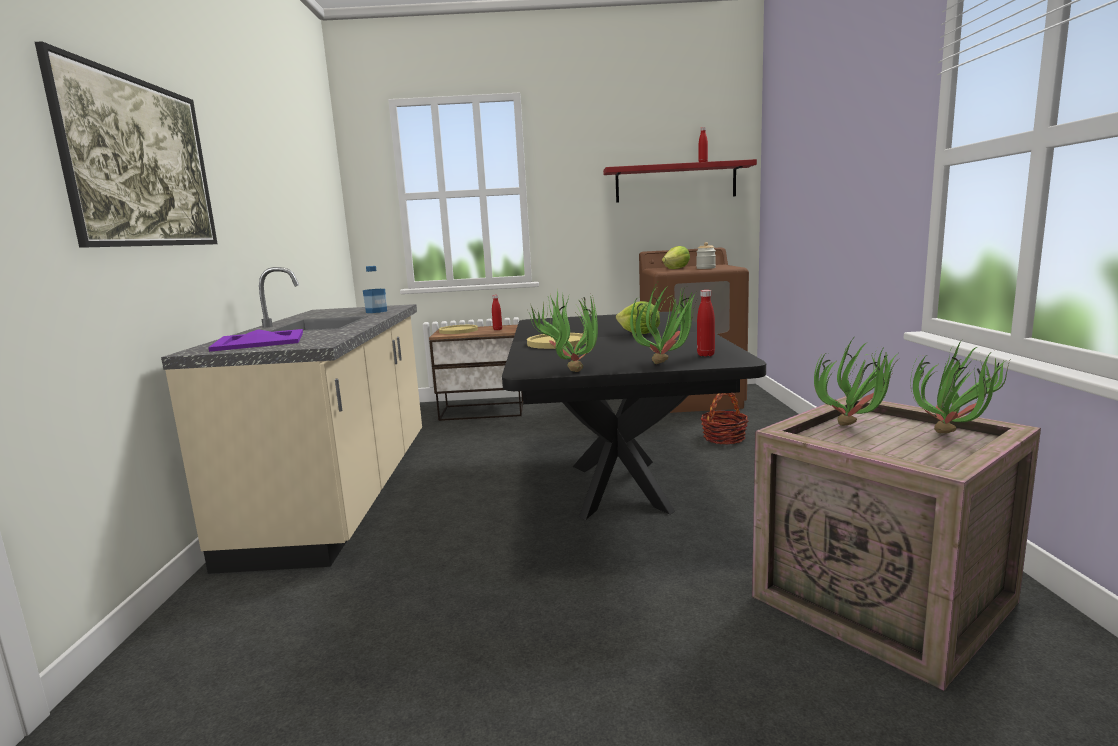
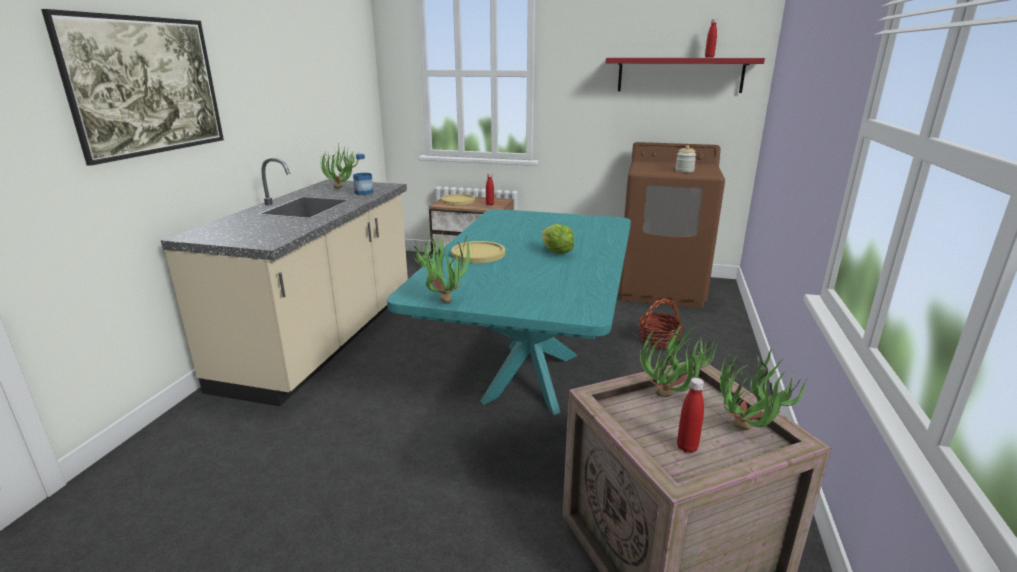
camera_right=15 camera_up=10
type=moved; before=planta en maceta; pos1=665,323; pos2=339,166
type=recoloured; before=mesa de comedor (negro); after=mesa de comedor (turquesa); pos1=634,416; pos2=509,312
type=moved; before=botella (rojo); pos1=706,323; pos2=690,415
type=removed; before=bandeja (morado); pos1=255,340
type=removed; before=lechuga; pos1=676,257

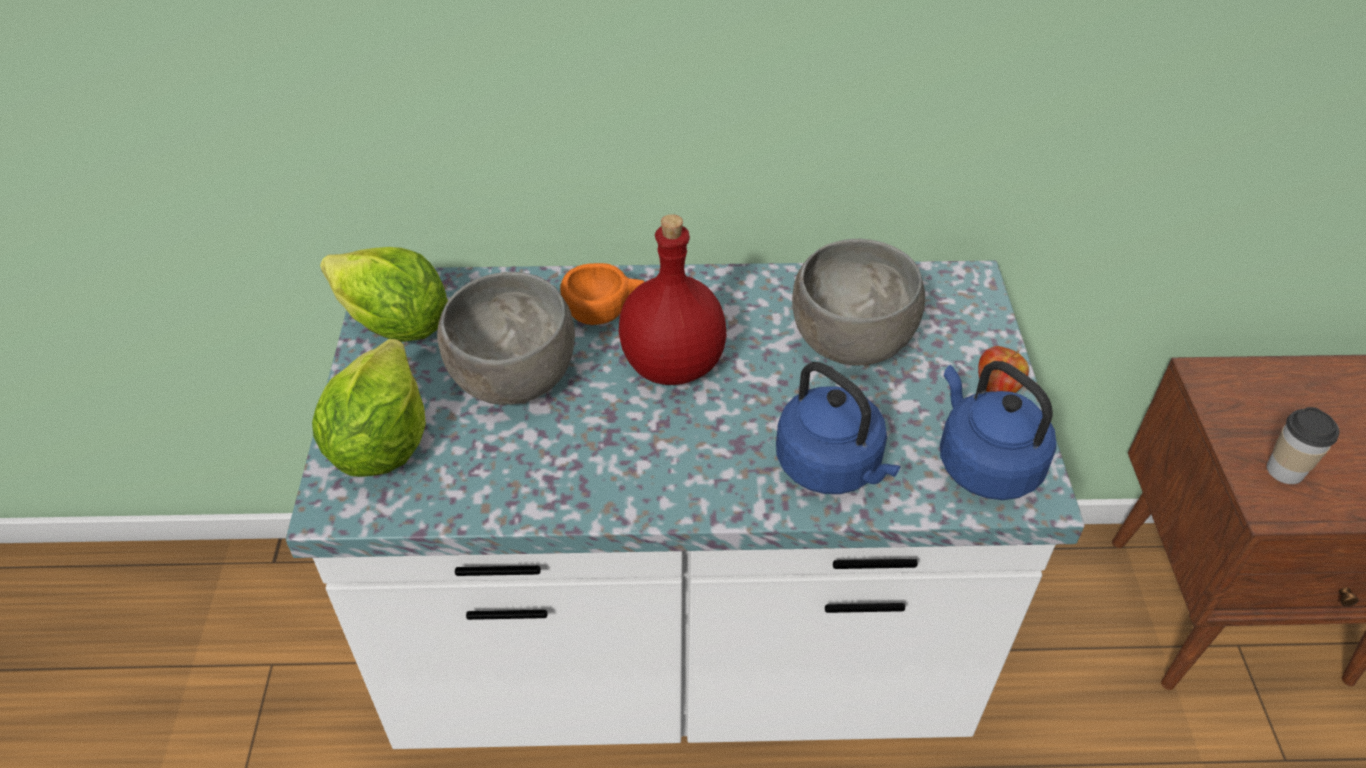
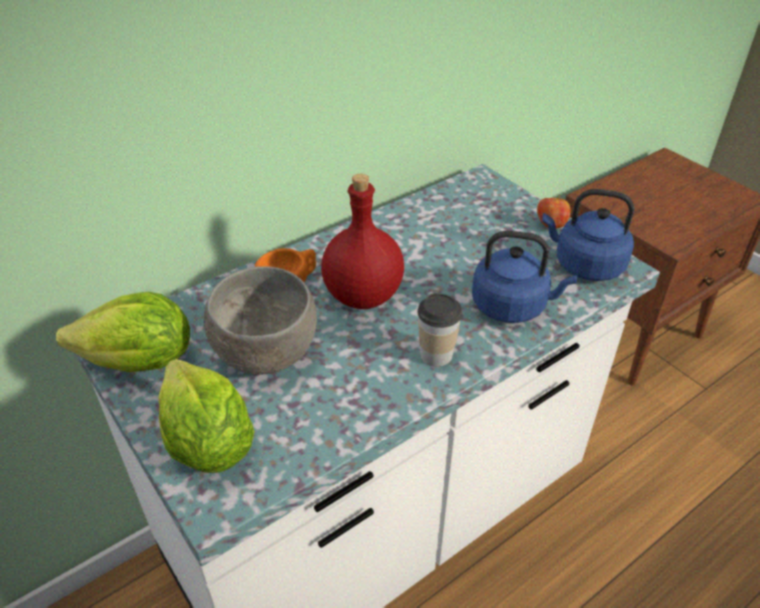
camera_right=-35 camera_up=-5
type=moved; before=taza; pos1=1303,445; pos2=439,330
type=removed; before=cuenco (gris); pos1=858,302

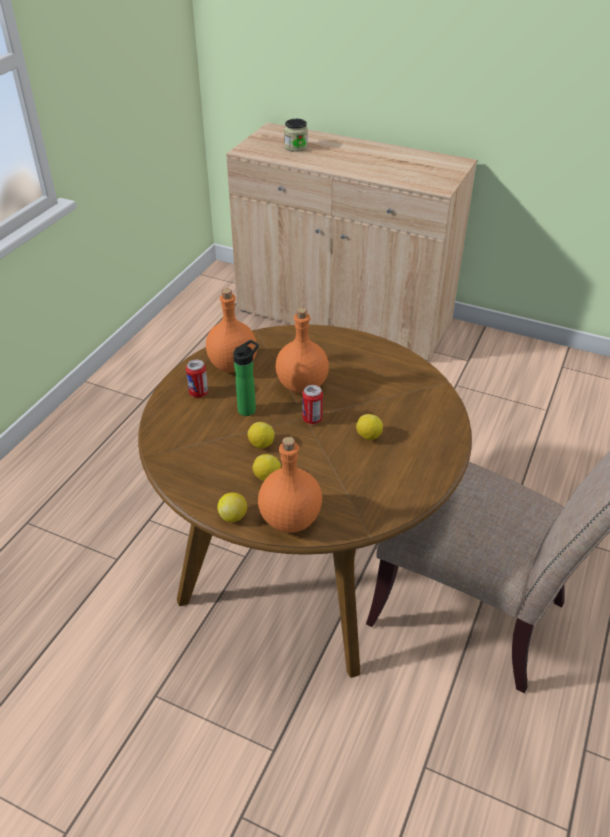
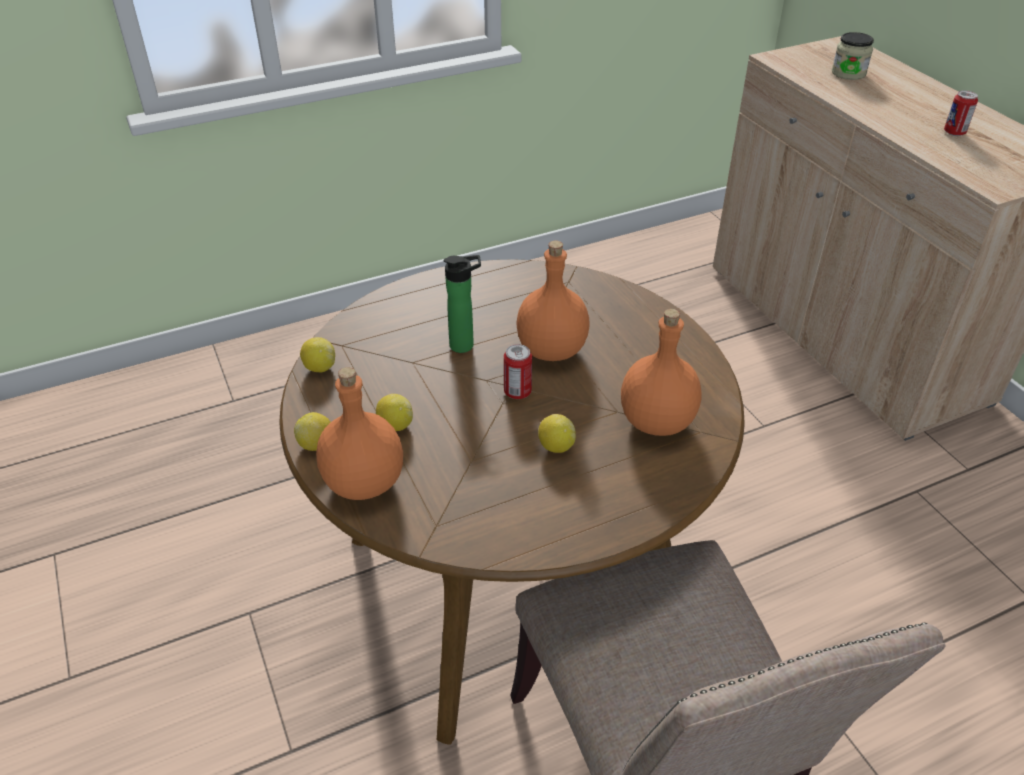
camera_right=40 camera_up=0
type=moved; before=limón; pos1=261,435; pos2=317,354
type=moved; before=botella (naranja); pos1=231,331; pos2=661,372
type=moved; before=lata; pos1=197,378; pos2=961,113

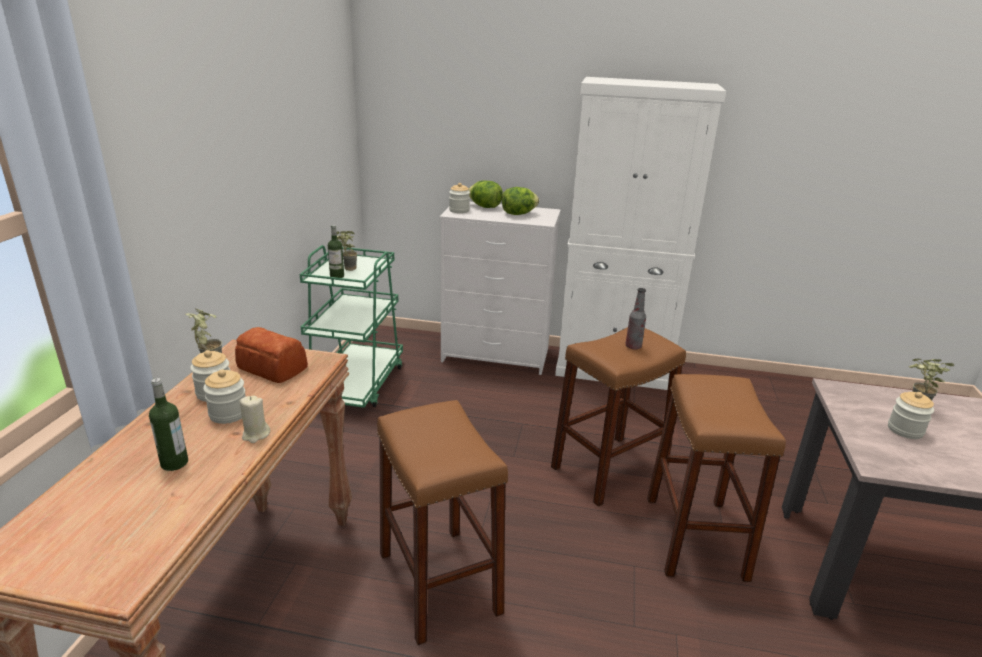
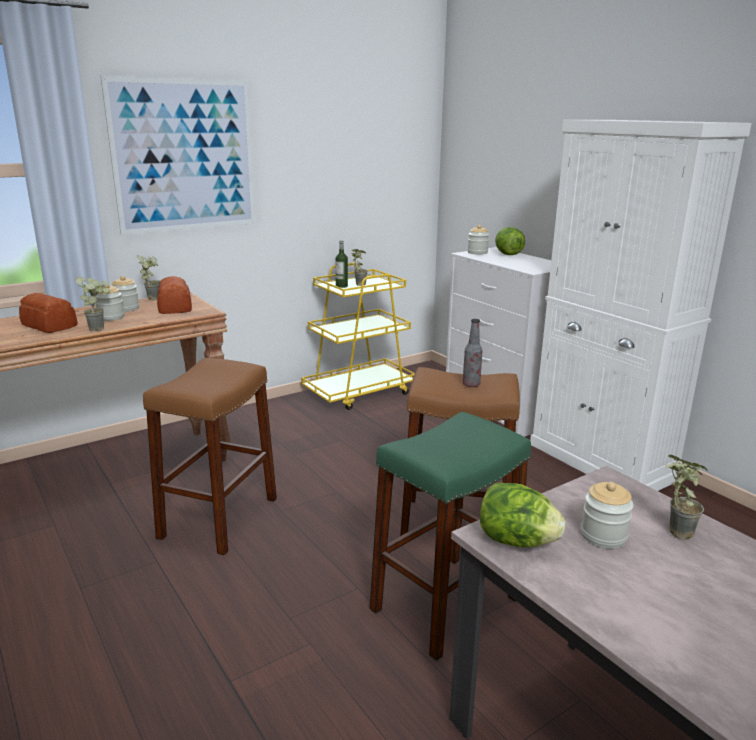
camera_right=45 camera_up=-5
type=replaced; before=botella; after=pan; pos1=168,424; pos2=48,313
type=replaced; before=vela (beis); after=planta en maceta; pos1=254,419; pos2=93,304
type=added; after=cuadro; pos2=178,155
type=recoloured; before=carrito (verde); after=carrito (amarillo); pos1=351,326; pos2=358,336
type=recoloured; before=taburete (marrón); after=taburete (verde); pos1=716,478; pos2=450,536
type=moved; before=lechuga; pos1=520,201; pos2=522,515

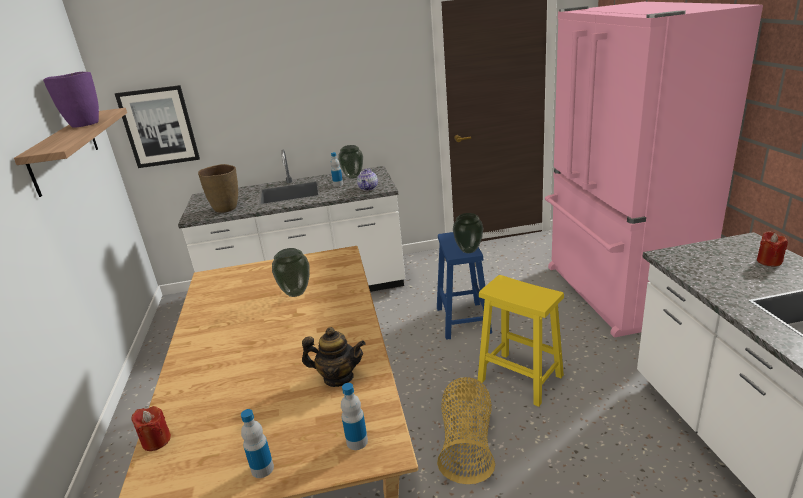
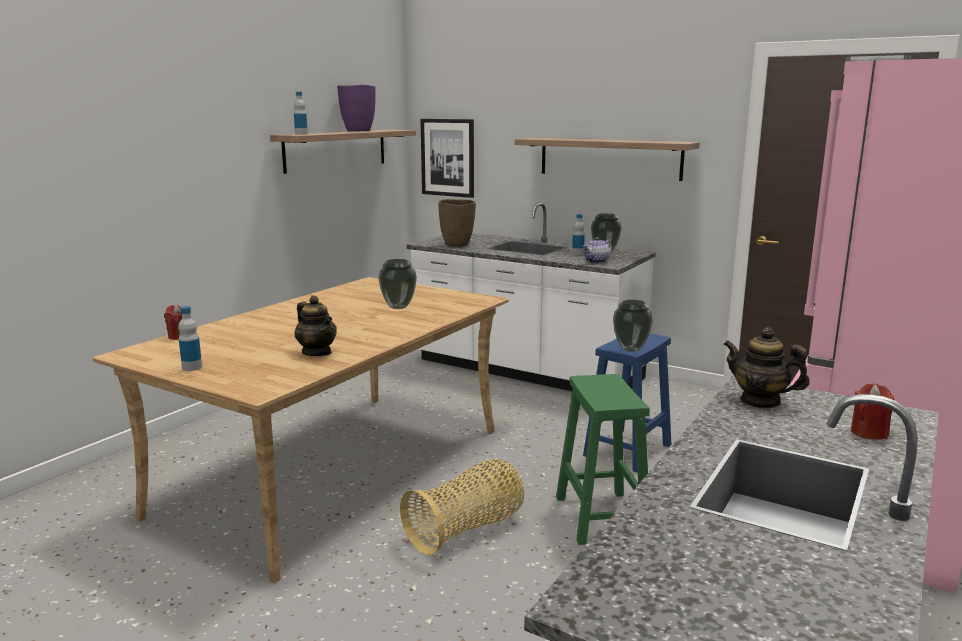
camera_right=40 camera_up=-10
type=moved; before=botella; pos1=354,416; pos2=301,113
type=added; after=estante; pos2=607,159
type=recoloured; before=taburete (amarillo); after=taburete (verde); pos1=521,341; pos2=603,459
type=added; after=tetera; pos2=766,368

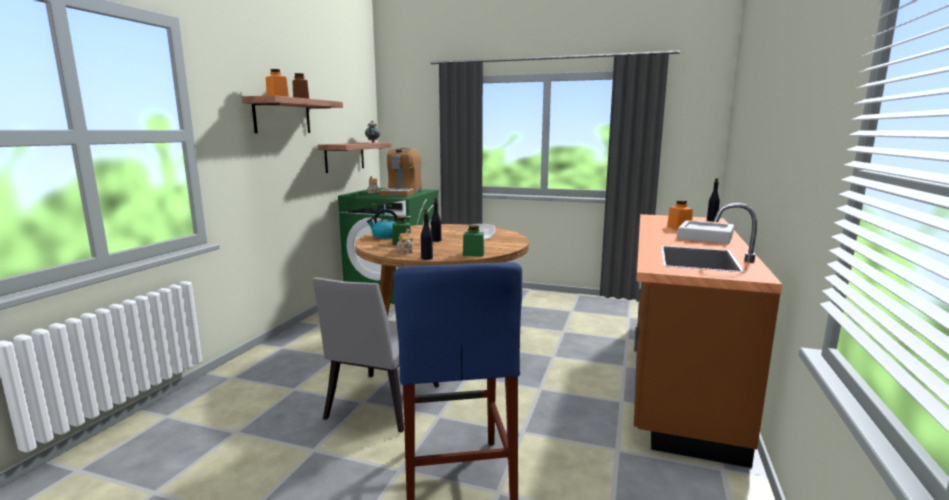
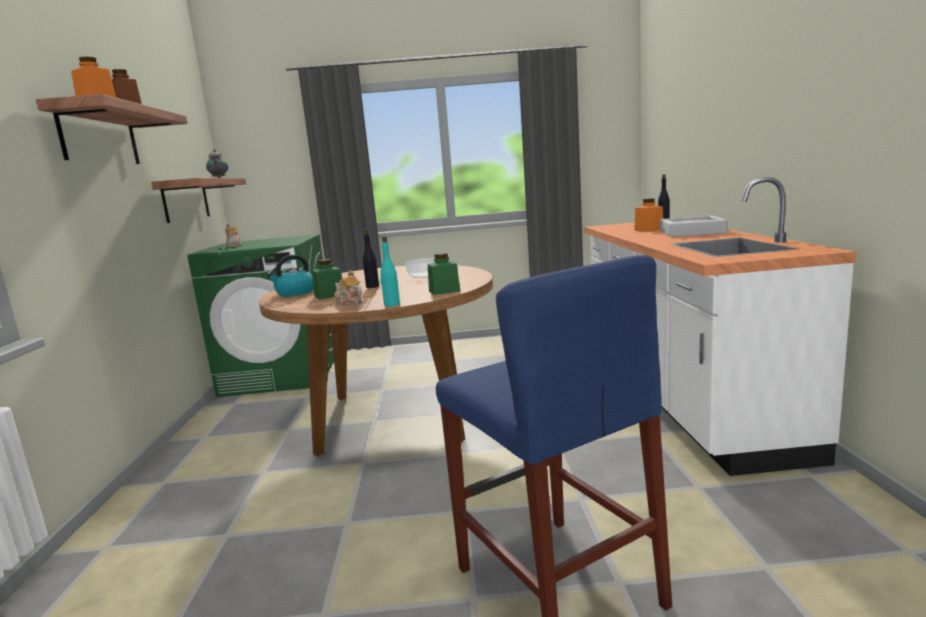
camera_right=-20 camera_up=0
type=recoloured; before=botella (negro); after=botella (turquesa); pos1=427,234; pos2=390,271
type=recoloured; before=mueble bajo de cocina (marrón); after=mueble bajo de cocina (blanco); pos1=708,335; pos2=720,326
type=removed; before=silla (gris); pos1=375,355
type=removed; before=cafetera; pos1=401,172

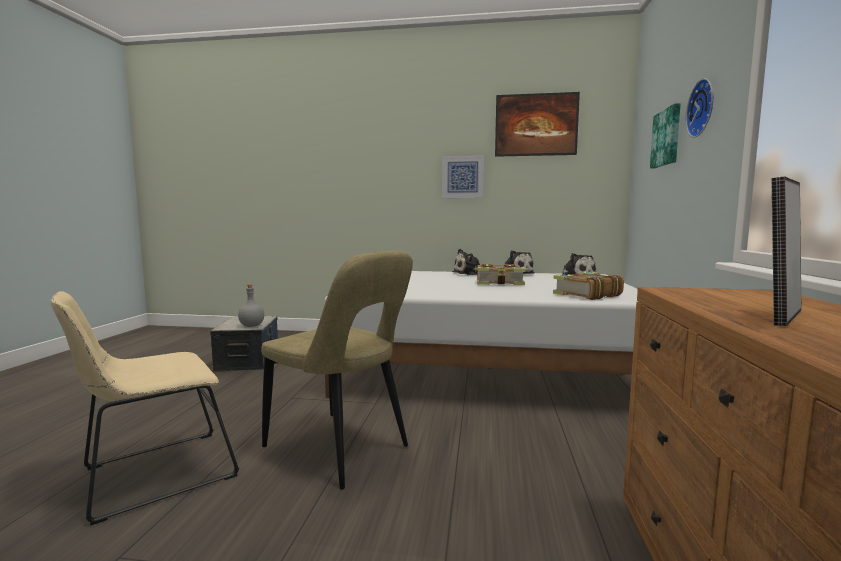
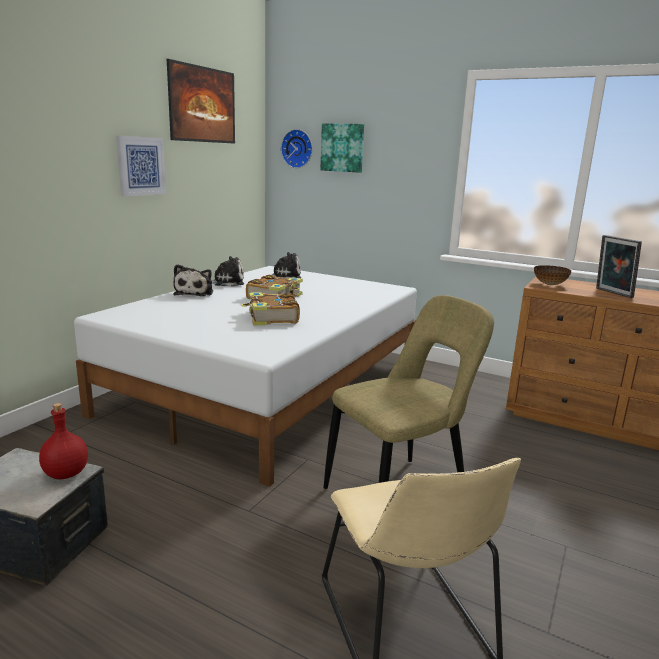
camera_right=-70 camera_up=10
type=recoloured; before=botella (gris); after=botella (rojo); pos1=251,305; pos2=63,441
type=moved; before=libro; pos1=588,286; pos2=270,309
type=moved; before=reloj de pared; pos1=699,108; pos2=296,148
type=added; after=cuenco; pos2=552,275

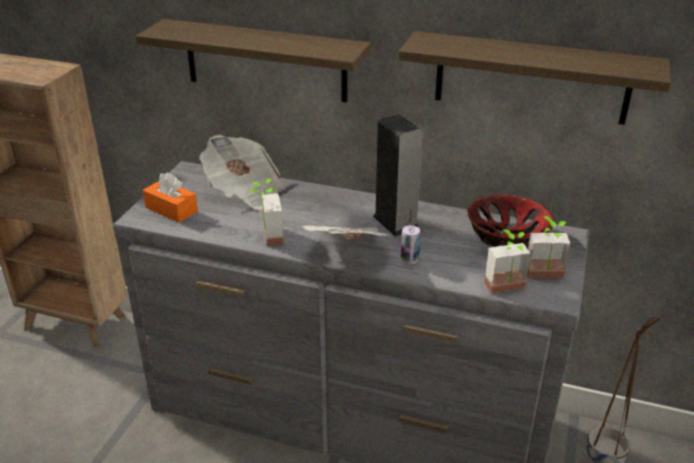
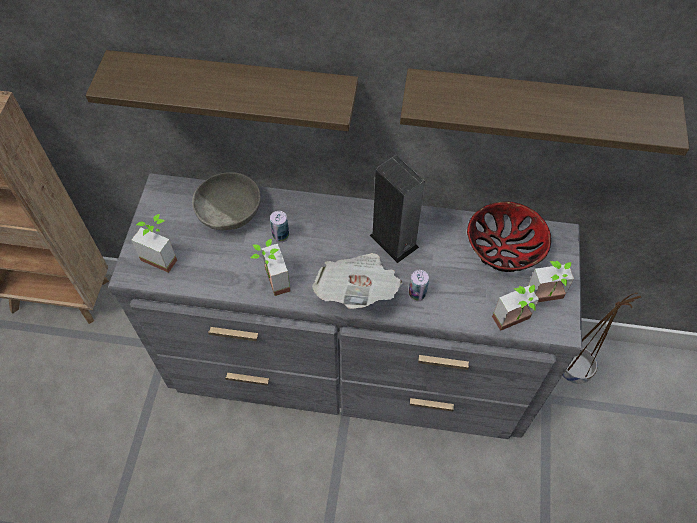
camera_right=-10 camera_up=25
type=replaced; before=caja de pañuelos (naranja); after=planta en maceta; pos1=170,197; pos2=154,243
type=replaced; before=periódico; after=cuenco (gris); pos1=241,172; pos2=226,201
type=added; after=lata; pos2=279,227

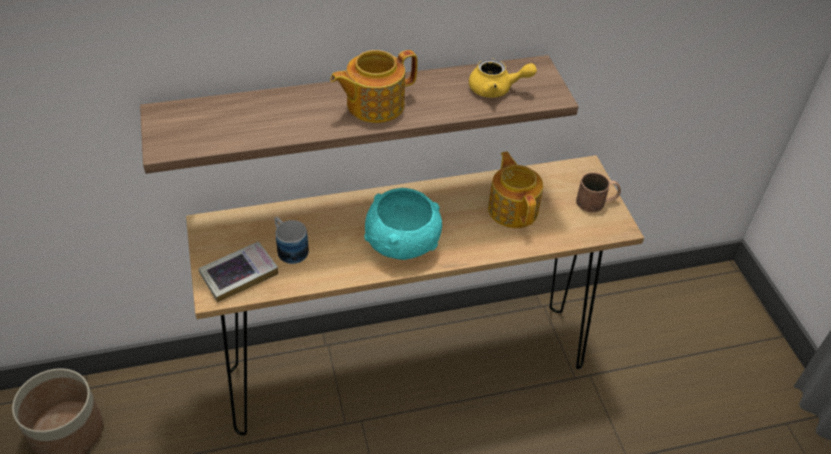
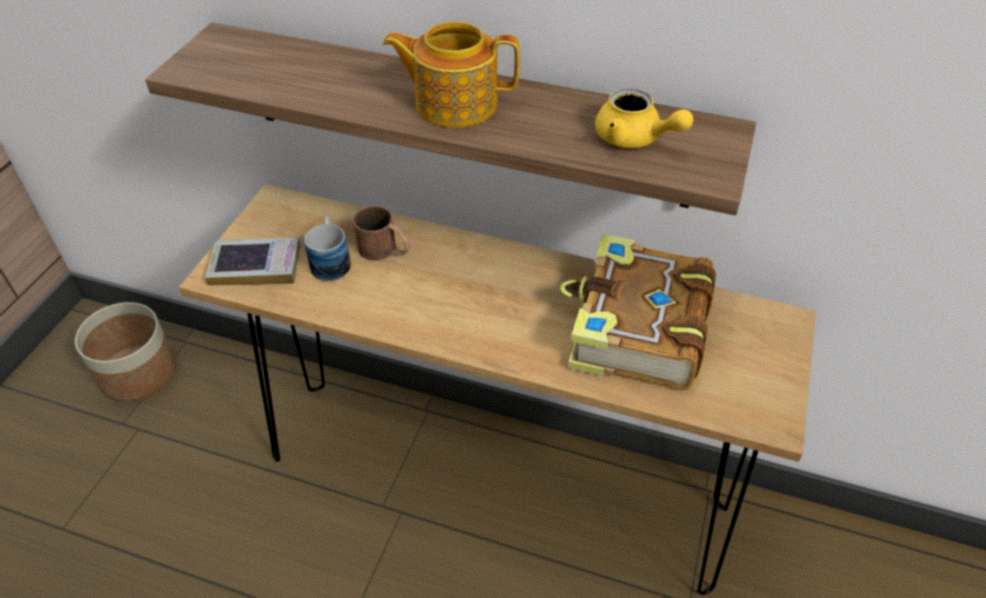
camera_right=35 camera_up=0
type=moved; before=taza grande (marrón); pos1=598,192; pos2=381,233
type=replaced; before=tetera; after=libro; pos1=515,189; pos2=638,312
type=removed; before=cuenco (turquesa); pos1=403,224

